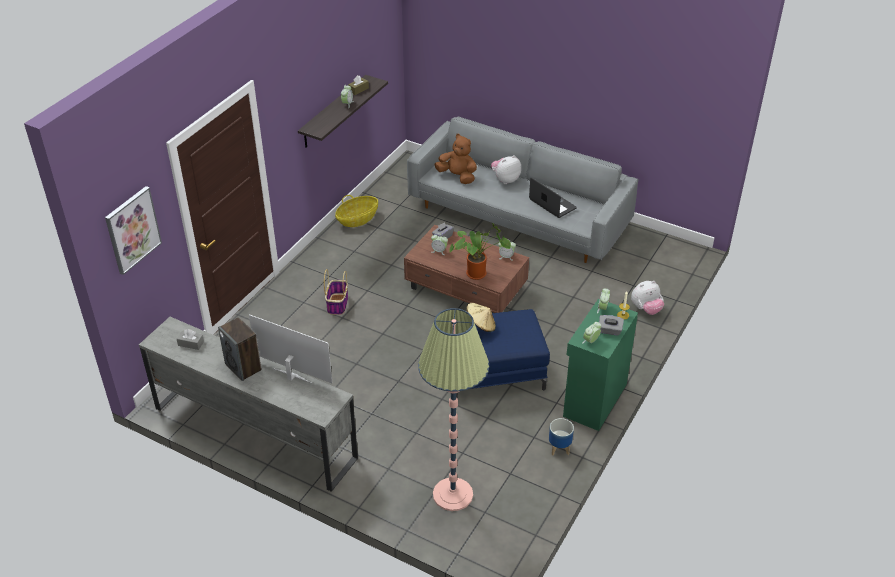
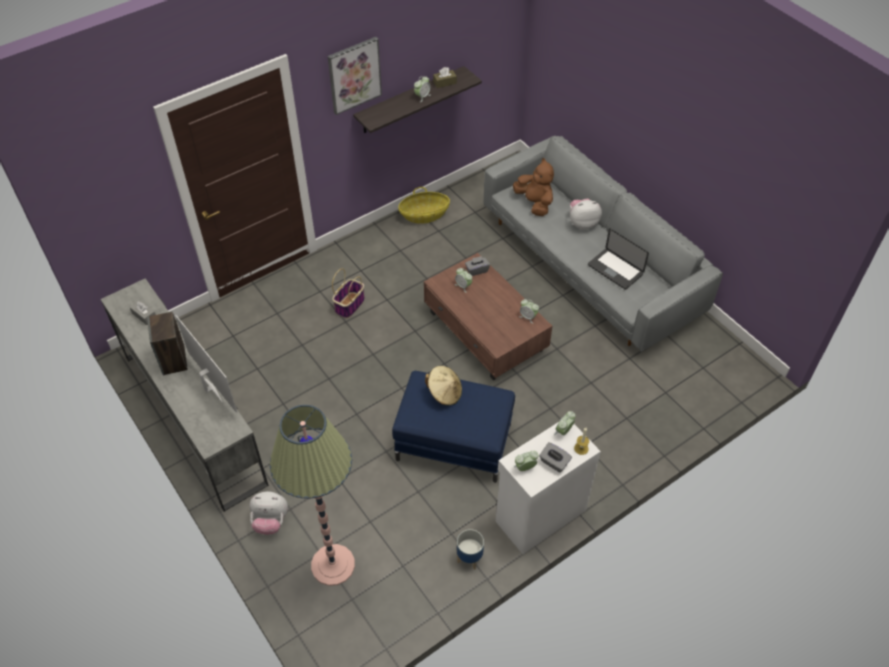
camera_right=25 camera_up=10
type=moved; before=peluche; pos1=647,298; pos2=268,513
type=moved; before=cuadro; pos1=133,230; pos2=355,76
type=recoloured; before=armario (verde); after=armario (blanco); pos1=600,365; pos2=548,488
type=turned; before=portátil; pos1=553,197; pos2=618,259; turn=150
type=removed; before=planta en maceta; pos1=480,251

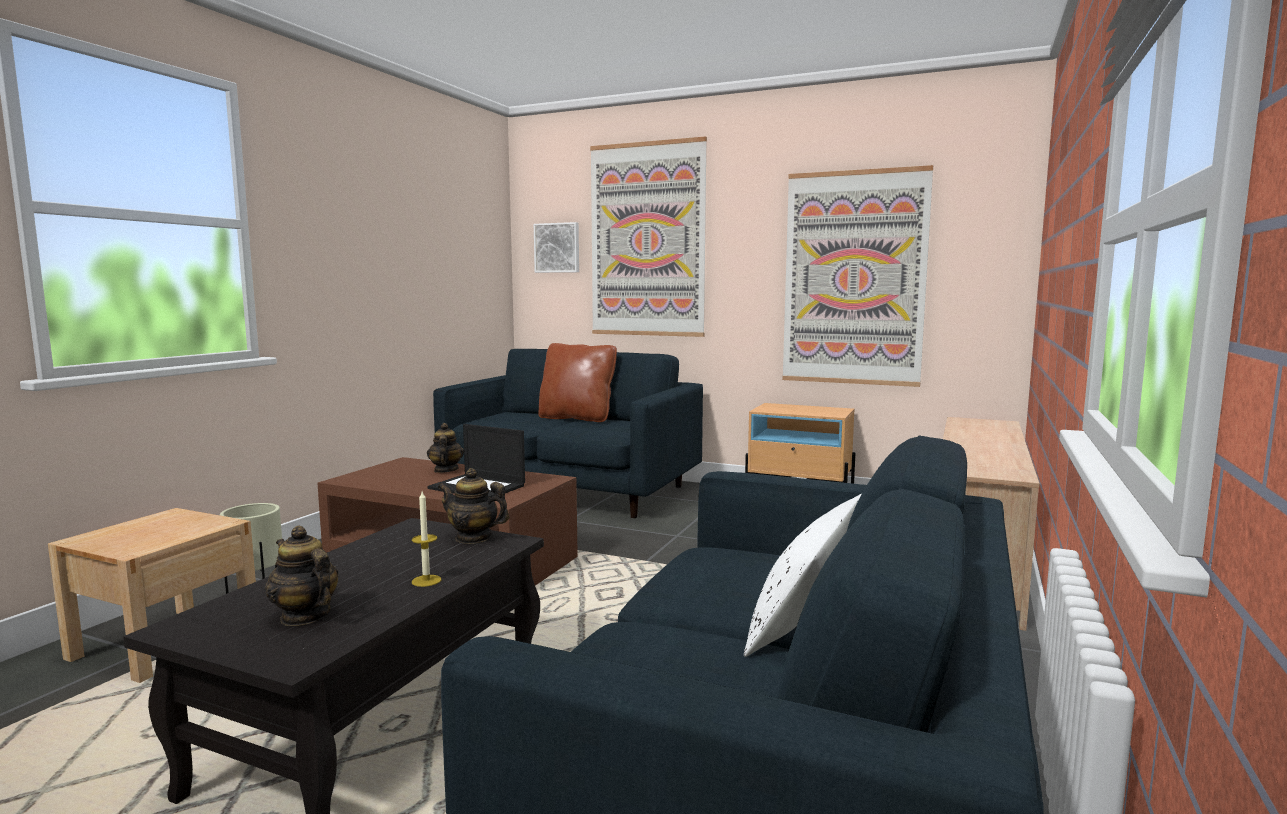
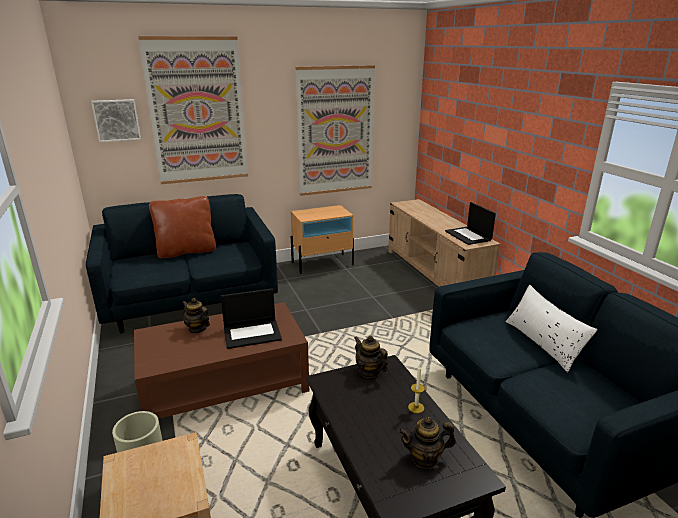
camera_right=-45 camera_up=15
type=turned; before=tetera; pos1=473,506; pos2=371,357; turn=75
type=added; after=portátil; pos2=470,223

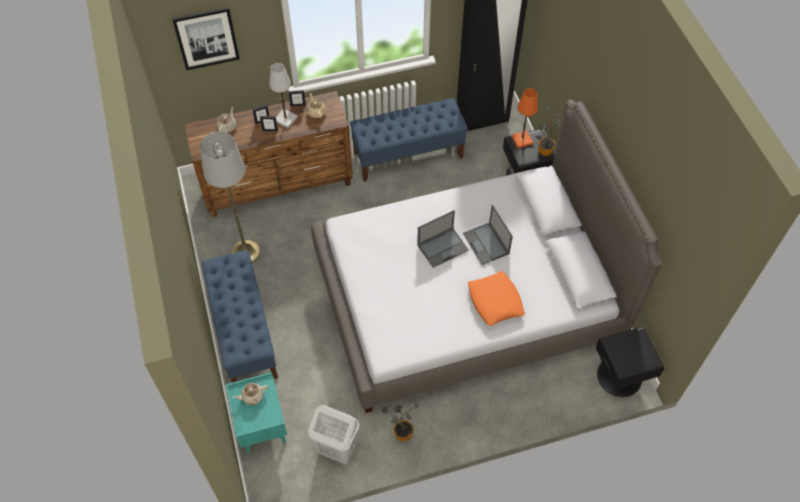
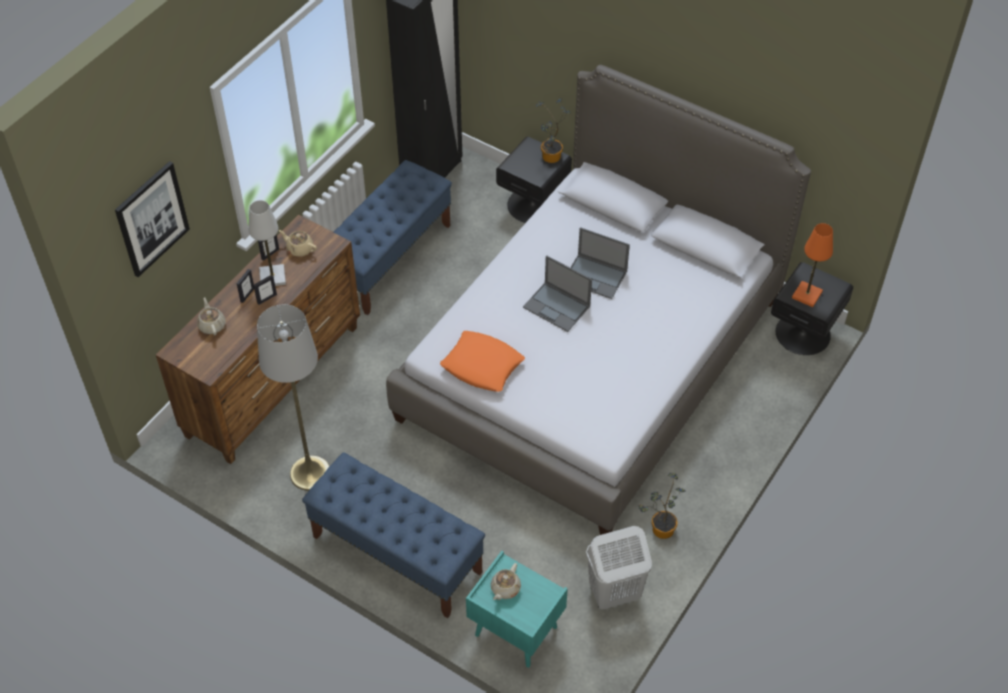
camera_right=-40 camera_up=-5
type=moved; before=cojín (naranja); pos1=496,298; pos2=482,361
type=turned; before=portátil; pos1=443,239; pos2=557,293; turn=105
type=moved; before=lámpara de mesa (naranja); pos1=524,118; pos2=812,265

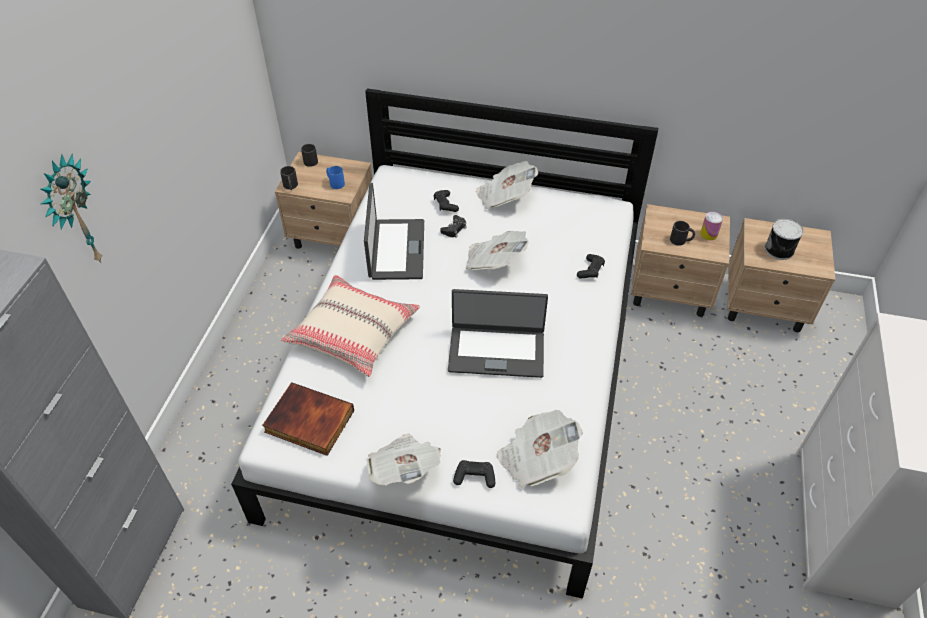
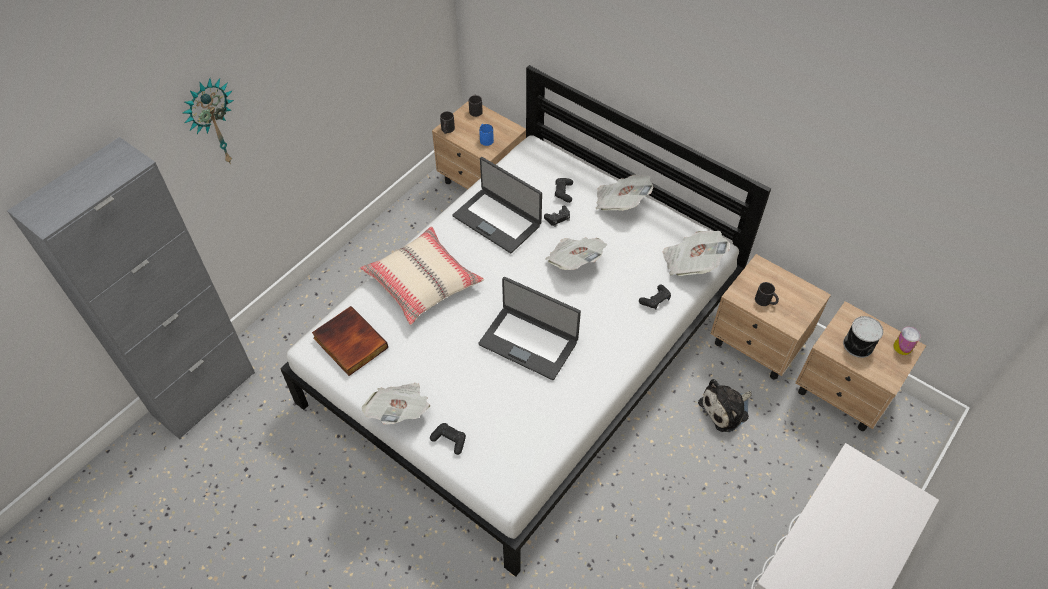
camera_right=25 camera_up=5
type=turned; before=portátil; pos1=394,231; pos2=497,205; turn=105
type=moved; before=periódico; pos1=539,449; pos2=696,253
type=added; after=peluche; pos2=725,405
type=moved; before=lata; pos1=711,226; pos2=907,341

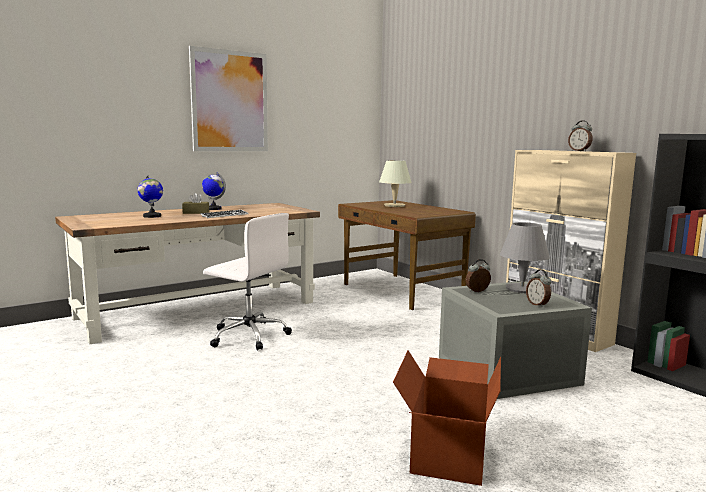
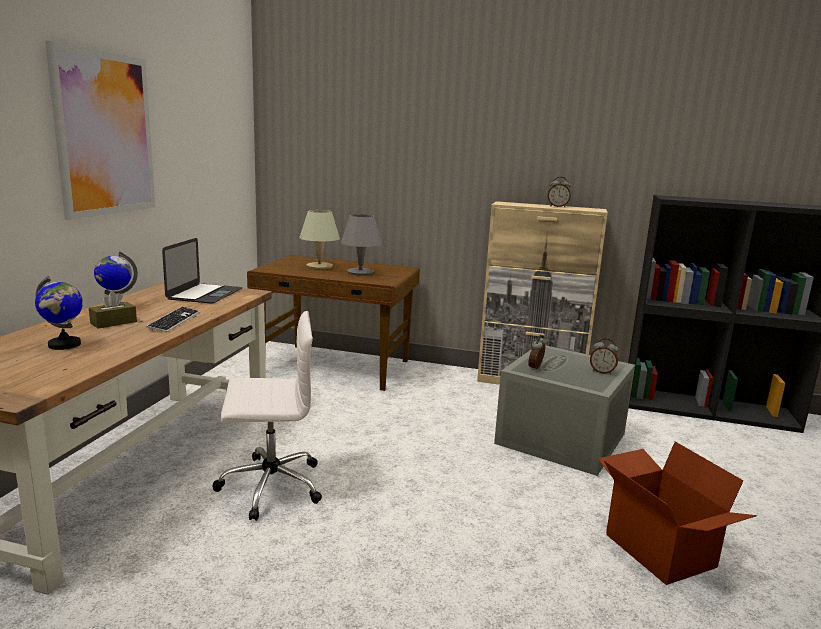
camera_right=-40 camera_up=5
type=added; after=portátil; pos2=202,271
type=moved; before=lámpara de mesa (gris); pos1=525,257; pos2=361,245

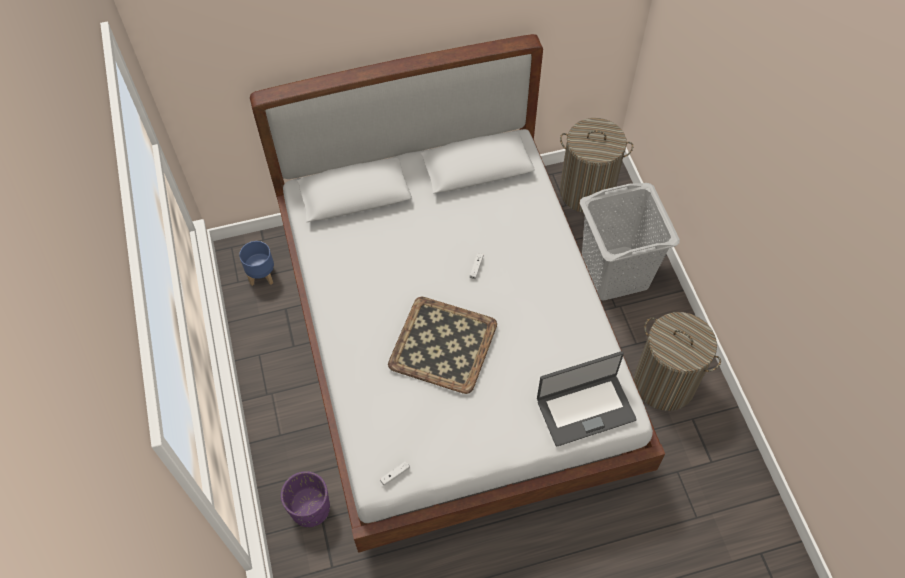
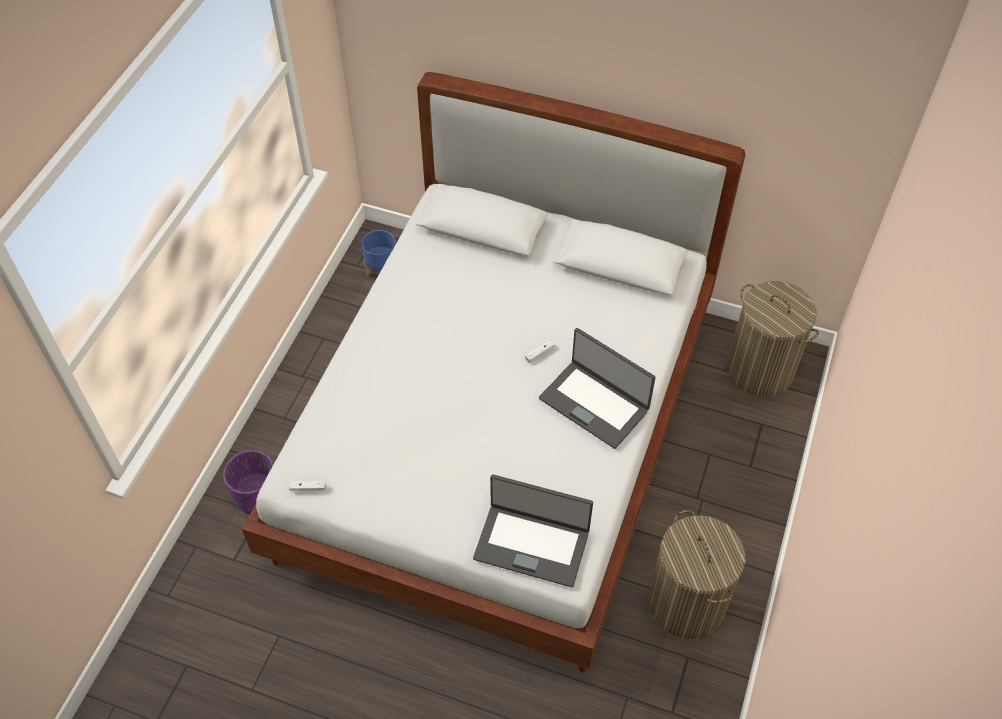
camera_right=35 camera_up=-5
type=added; after=portátil; pos2=597,388
type=removed; before=bandeja; pos1=442,345
type=removed; before=cesto de la ropa (gris); pos1=630,241

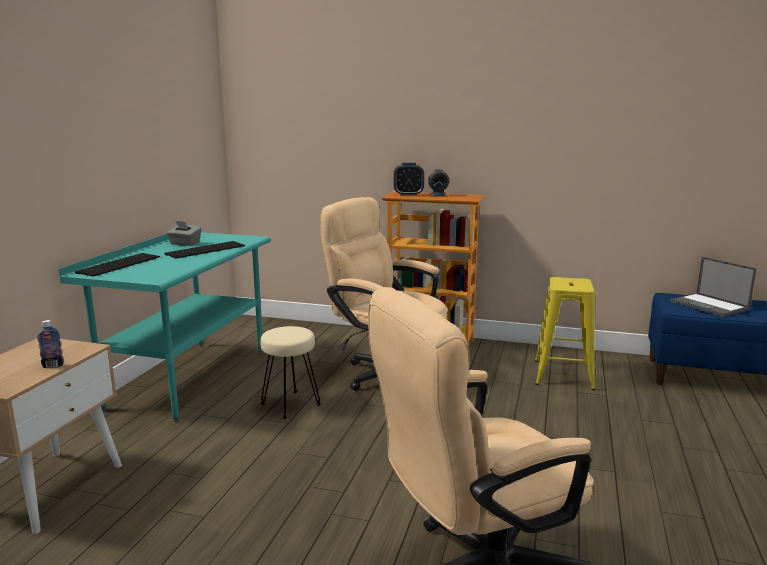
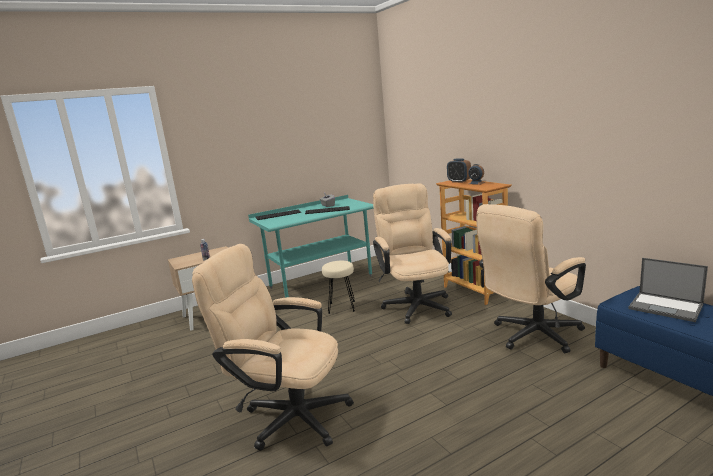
camera_right=45 camera_up=0
type=replaced; before=taburete (amarillo); after=silla de oficina (beis); pos1=565,333; pos2=531,278
type=turned; before=portátil; pos1=713,287; pos2=668,290; turn=-60

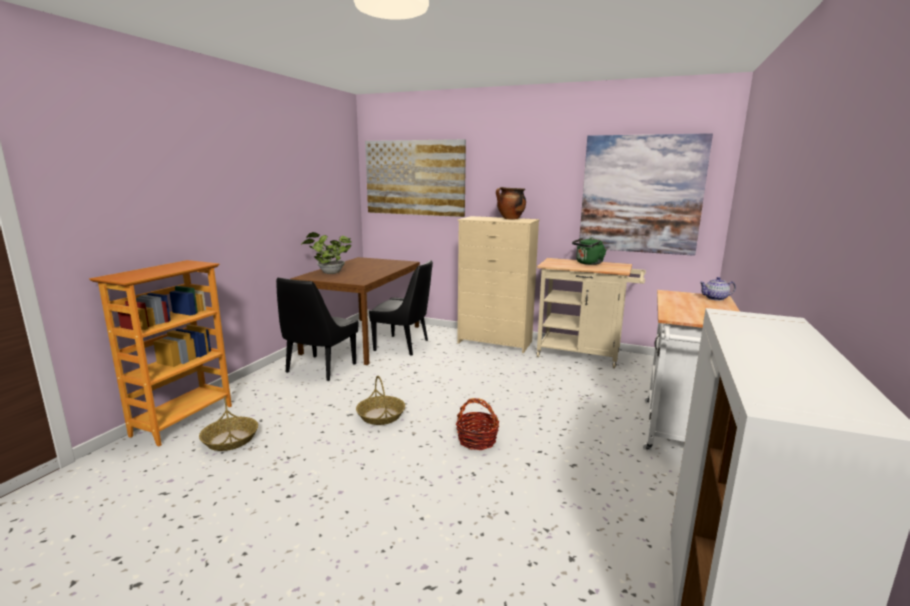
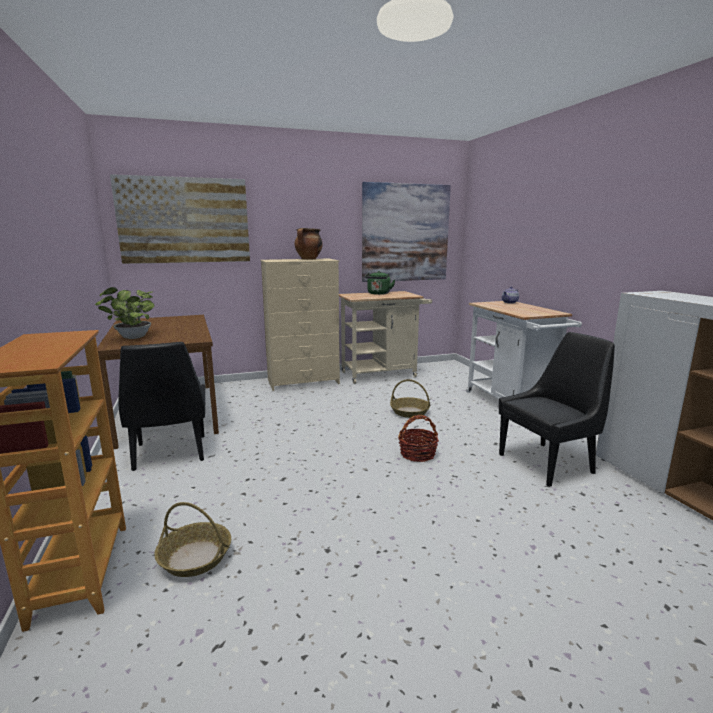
camera_right=-40 camera_up=0
type=moved; before=cesta; pos1=380,400; pos2=410,398
type=moved; before=silla (negro); pos1=401,308; pos2=557,409

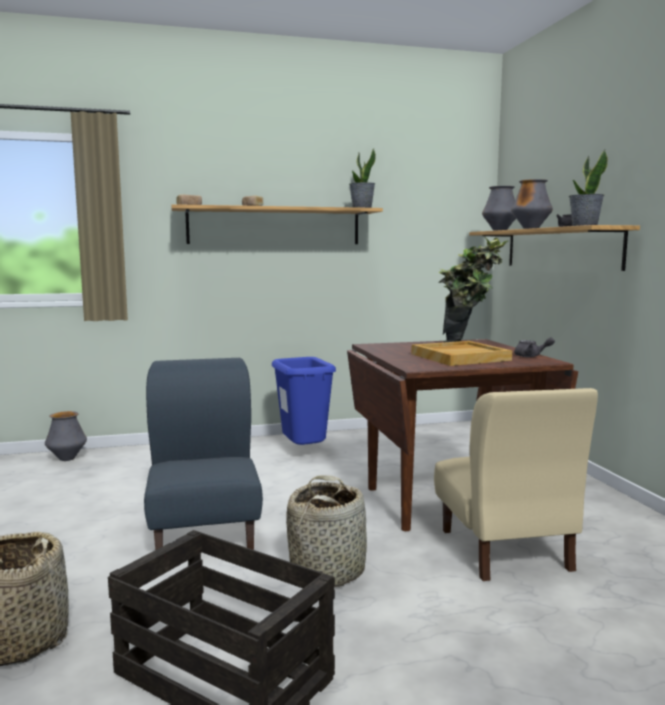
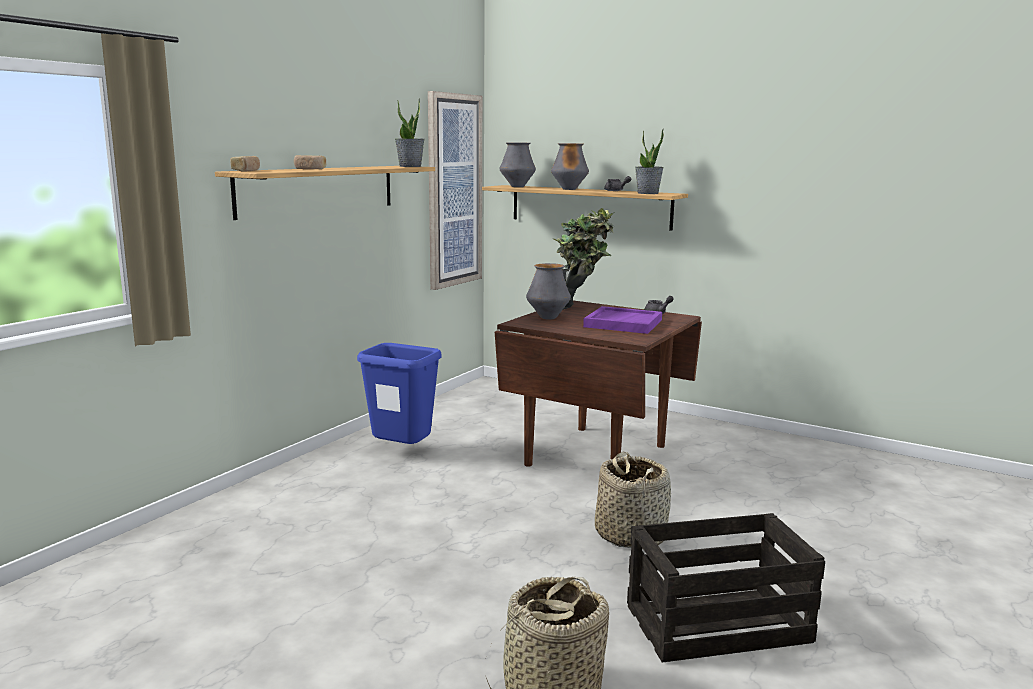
camera_right=-45 camera_up=5
type=added; after=cuadro; pos2=455,190
type=moved; before=florero; pos1=66,436; pos2=548,291
type=recoloured; before=bandeja (beis); after=bandeja (morado); pos1=461,353; pos2=622,320
type=removed; before=silla (azul); pos1=203,454
type=removed; before=silla (beis); pos1=516,484

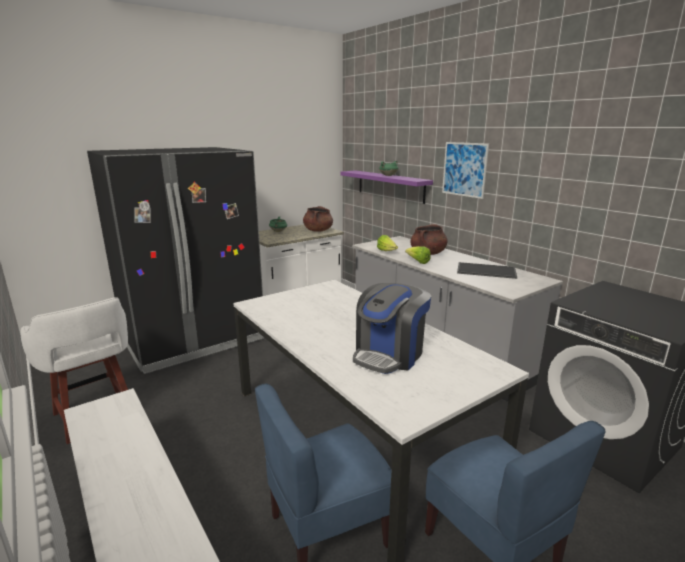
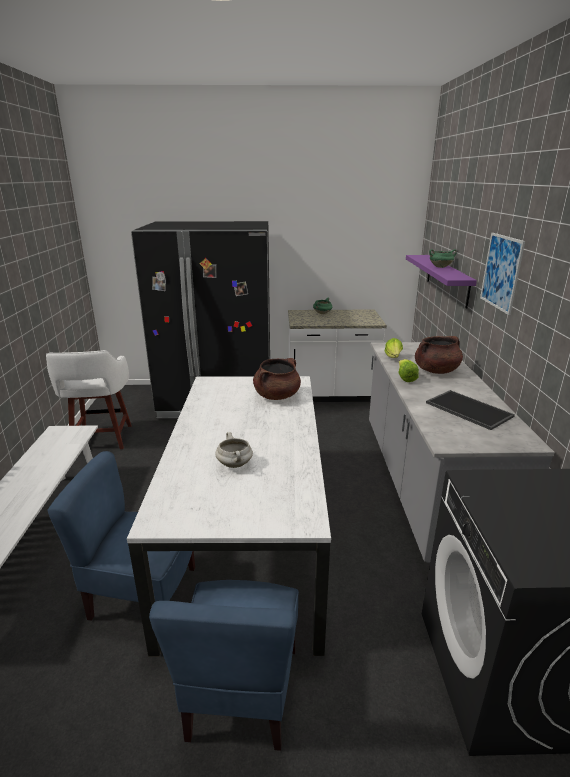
camera_right=35 camera_up=5
type=replaced; before=cafetera; after=olla (blanco); pos1=392,328; pos2=234,450
type=moved; before=olla (marrón); pos1=318,219; pos2=277,379

